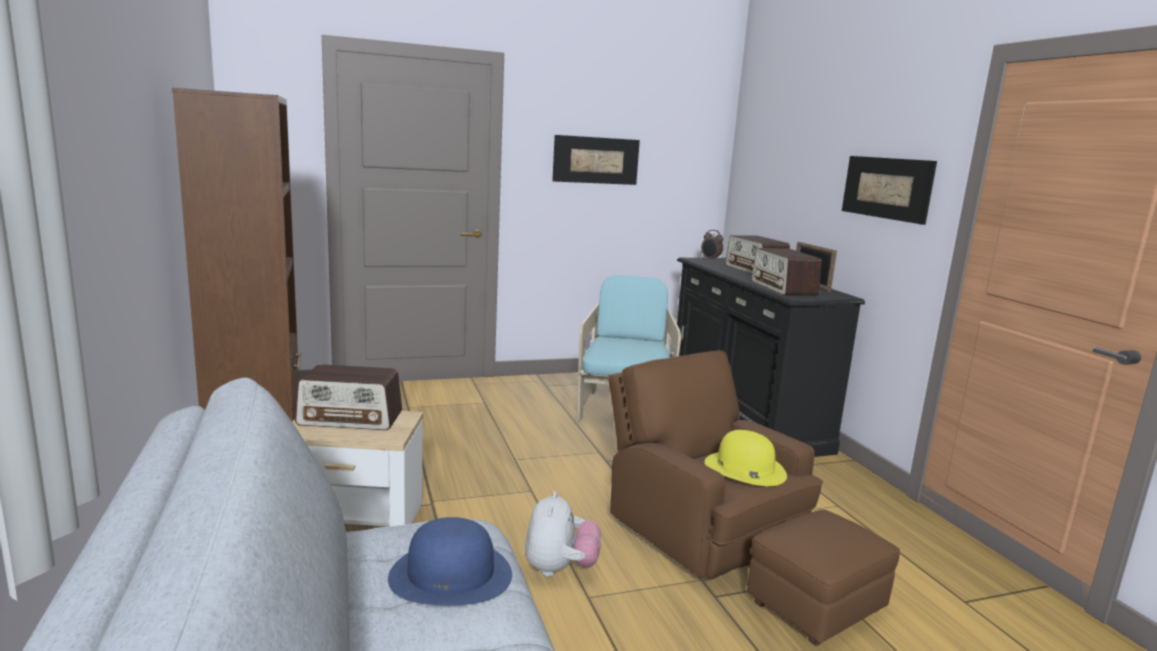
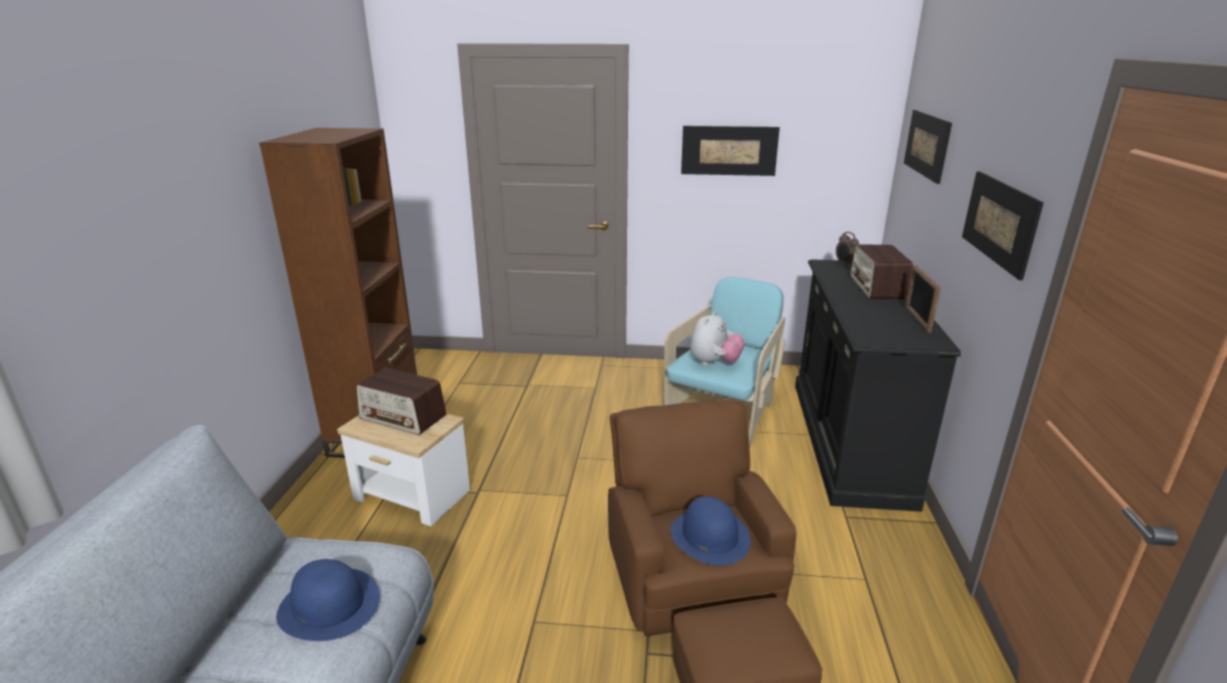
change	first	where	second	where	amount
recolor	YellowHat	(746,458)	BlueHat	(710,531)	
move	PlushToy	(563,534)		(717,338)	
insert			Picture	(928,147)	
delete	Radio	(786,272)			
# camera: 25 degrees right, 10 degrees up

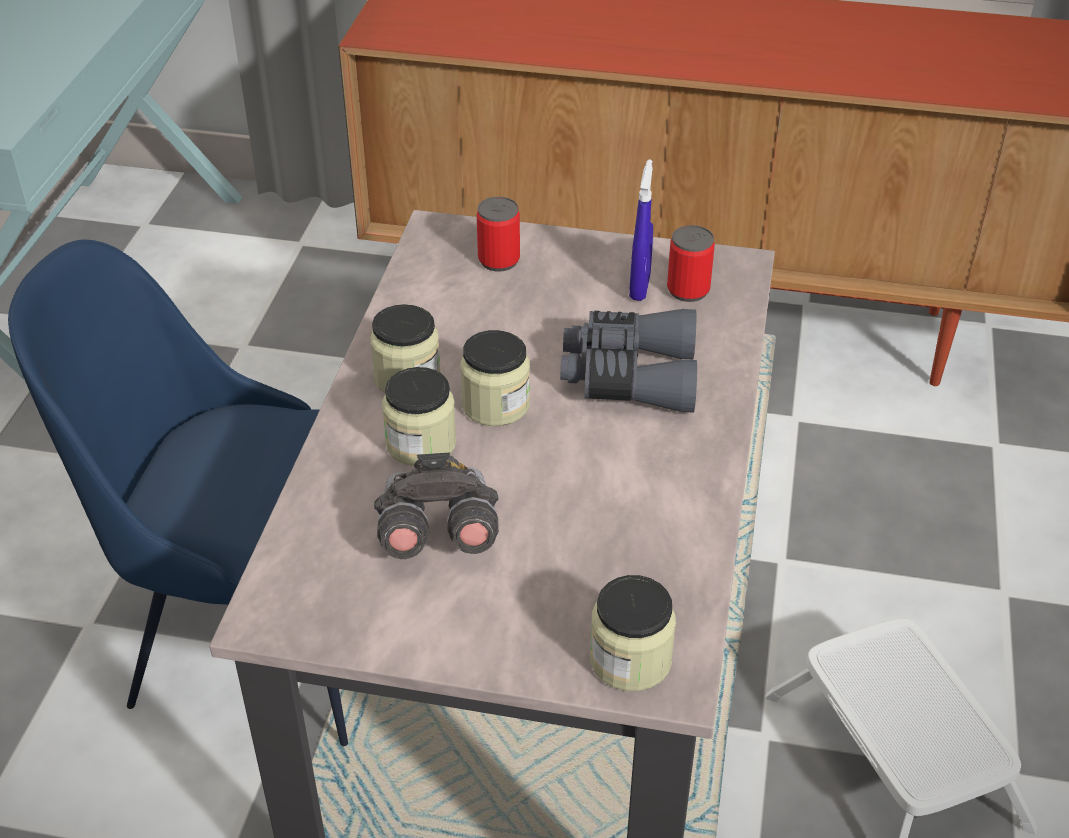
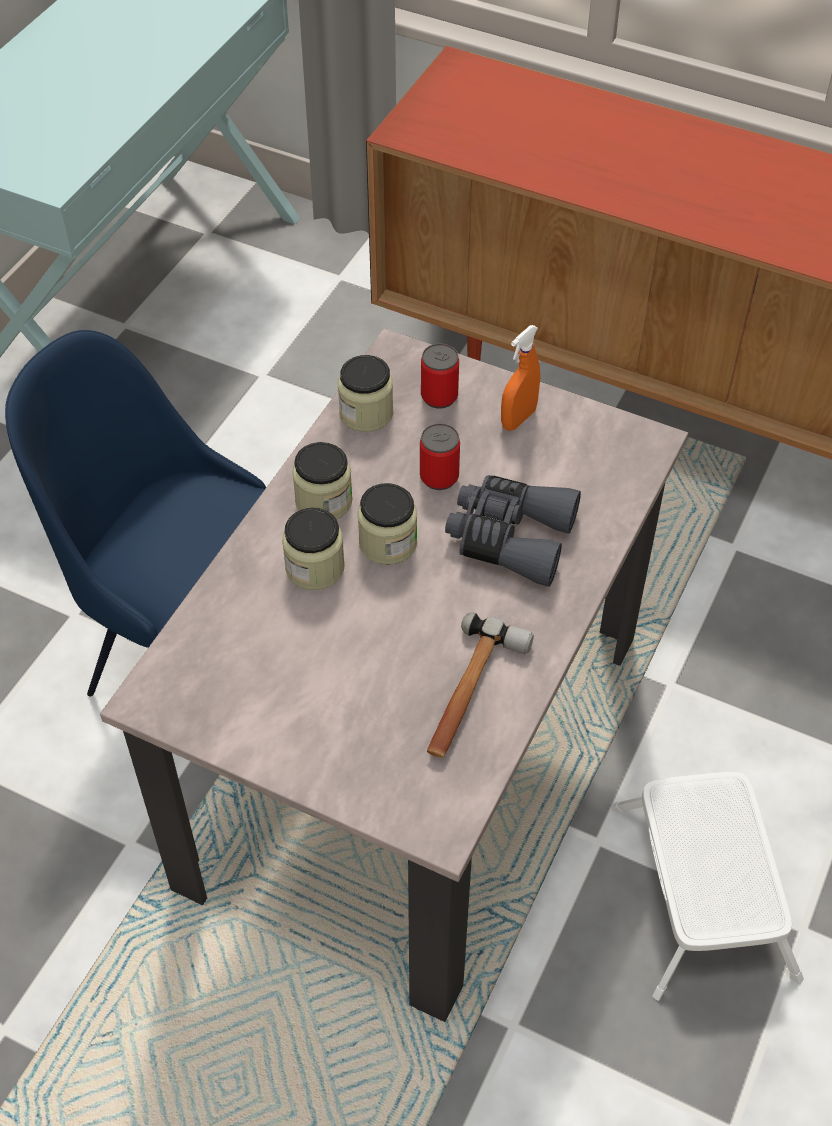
change	first	where	second	where	amount
move	Jar	(633,633)		(365,393)	
move	Can	(691,263)		(440,456)	
insert			Hammer	(480,685)	
insert			OrangeSprayBottle	(520,378)	
delete	GreyBinoculars	(436,506)			
delete	BlueSprayBottle	(641,230)			
# camera: 15 degrees right, 10 degrees up

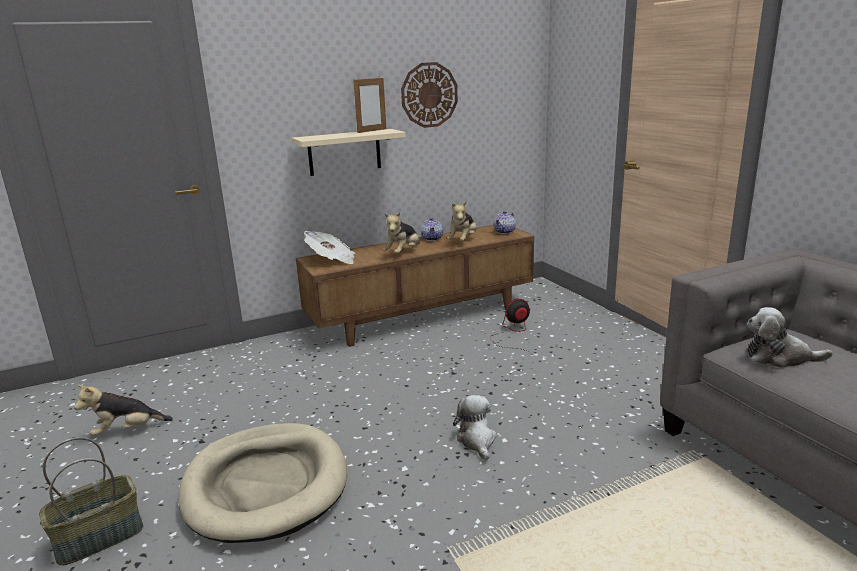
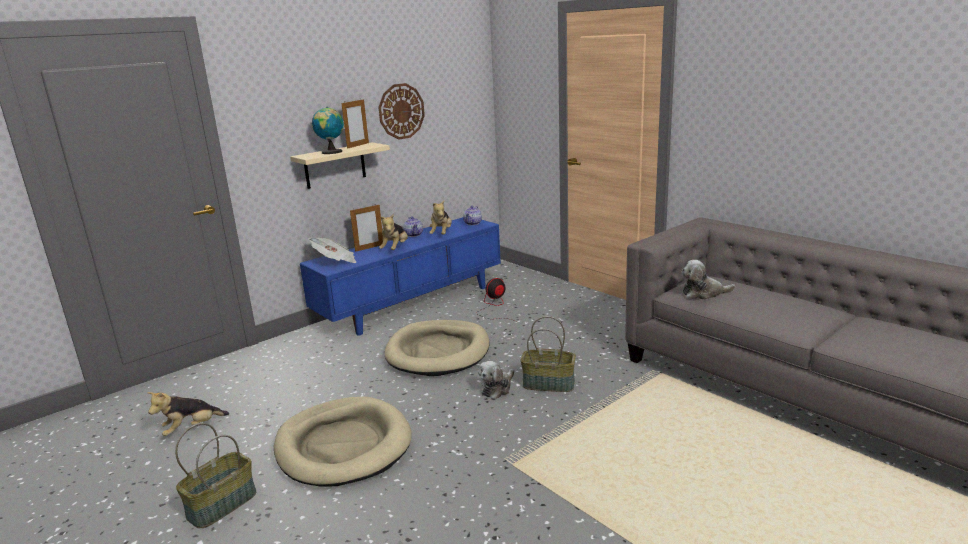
change	first	where	second	where	amount
recolor	BrownTvStand	(415,286)	BlueTvStand	(400,276)	
insert			Globe	(328,130)	
insert			PictureFrame	(366,228)	
insert			BeigeDogBed	(437,348)	
rotate	PlushToy	(475,428)		(496,380)	120 degrees counterclockwise
insert			Basket	(548,354)	
# camera: 15 degrees left, 0 degrees up

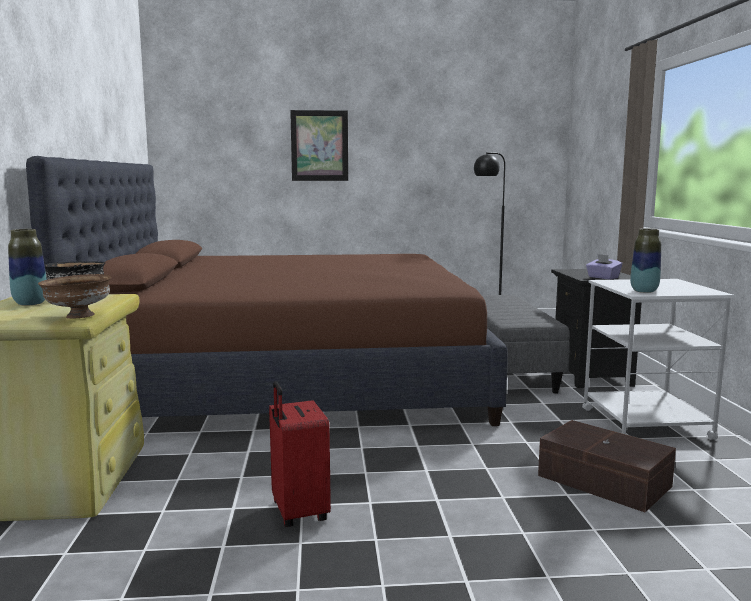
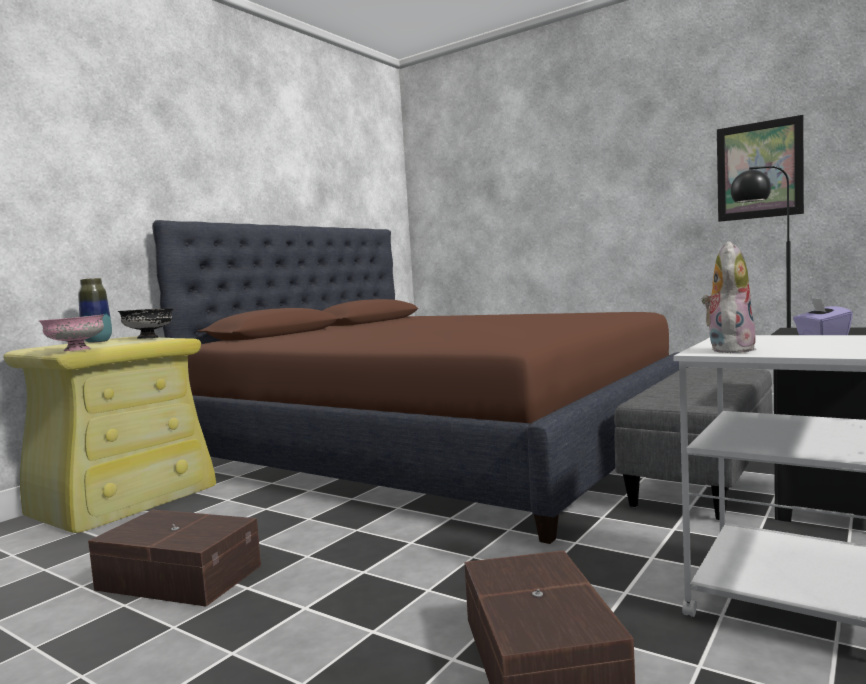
change	first	where	second	where	amount
recolor	BrownBowl	(75,296)	PinkBowl	(71,332)	
replace	RedSuitcase	(300,454)	BrownStorageBox	(174,558)	
replace	Vase	(645,260)	PlushToy	(729,297)	
move	Picture	(319,145)		(760,168)	
# camera: 40 degrees right, 5 degrees down

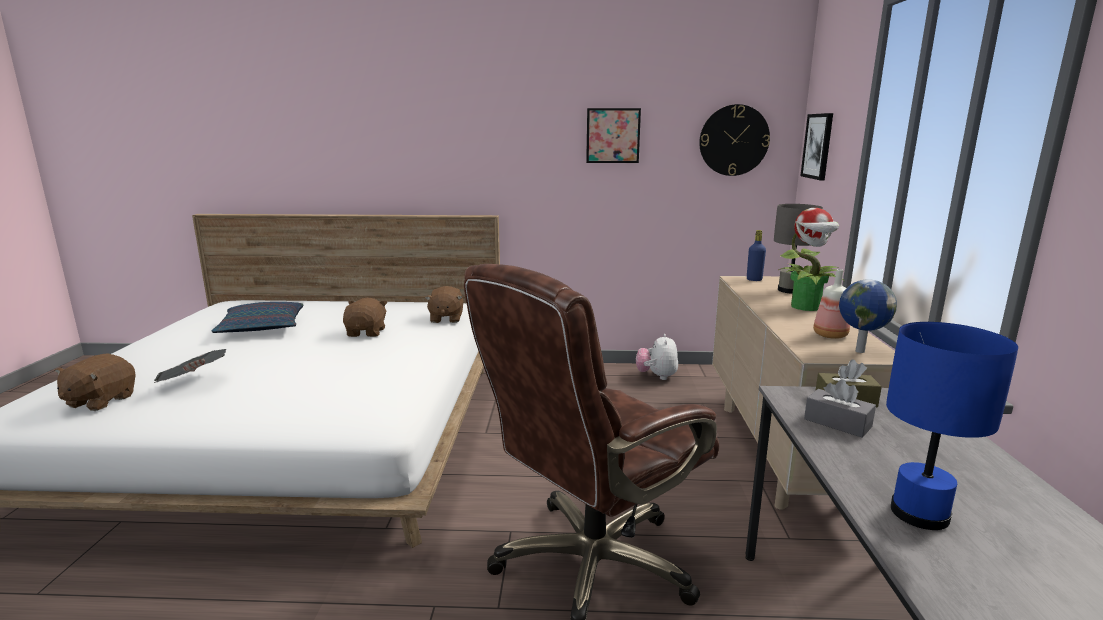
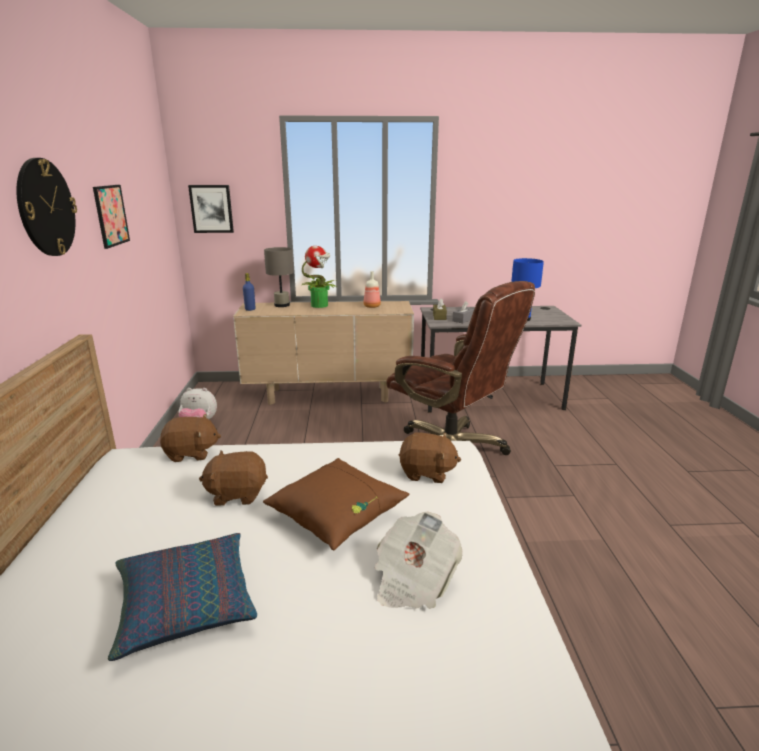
change	first	where	second	where	amount
move	WallClock	(734,140)		(46,207)	
insert			BrownPillow	(336,504)	
move	BrownPlushToy	(95,382)		(430,457)	
delete	Globe	(868,316)			
# camera: 95 degrees left, 5 degrees up

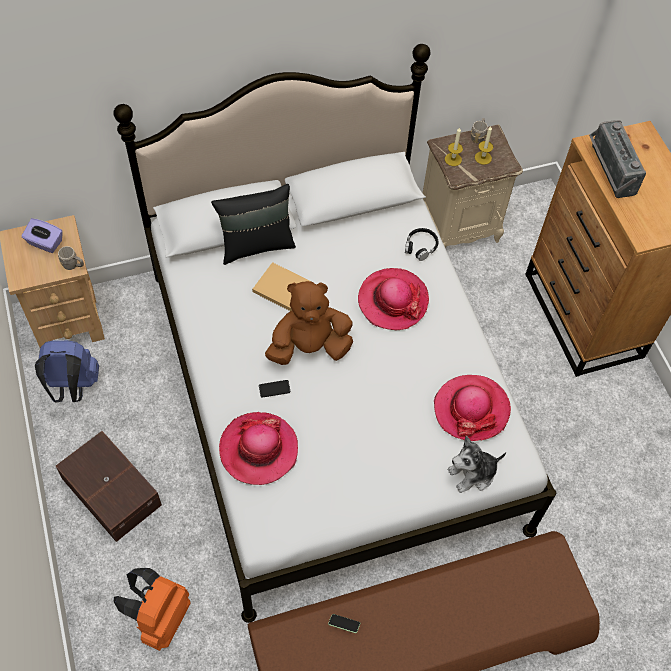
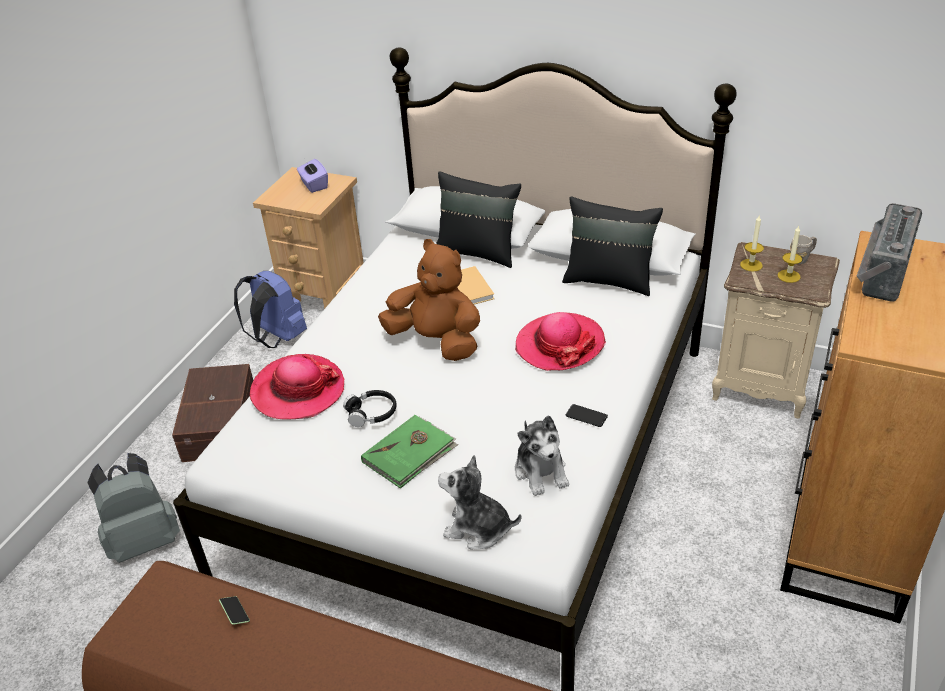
change	first	where	second	where	amount
recolor	OrangeBackpack	(152,609)	GreyBackpack	(133,508)	
move	BlackHeadphones	(422,244)		(370,408)	
insert			GreenBook	(409,452)	
replace	Hat	(472,408)	PlushToy	(542,455)	
insert			BlackPillow	(612,246)	
move	Phone	(274,389)		(587,415)	
delete	GreyMug	(71,258)			
# camera: 45 degrees right, 20 degrees down

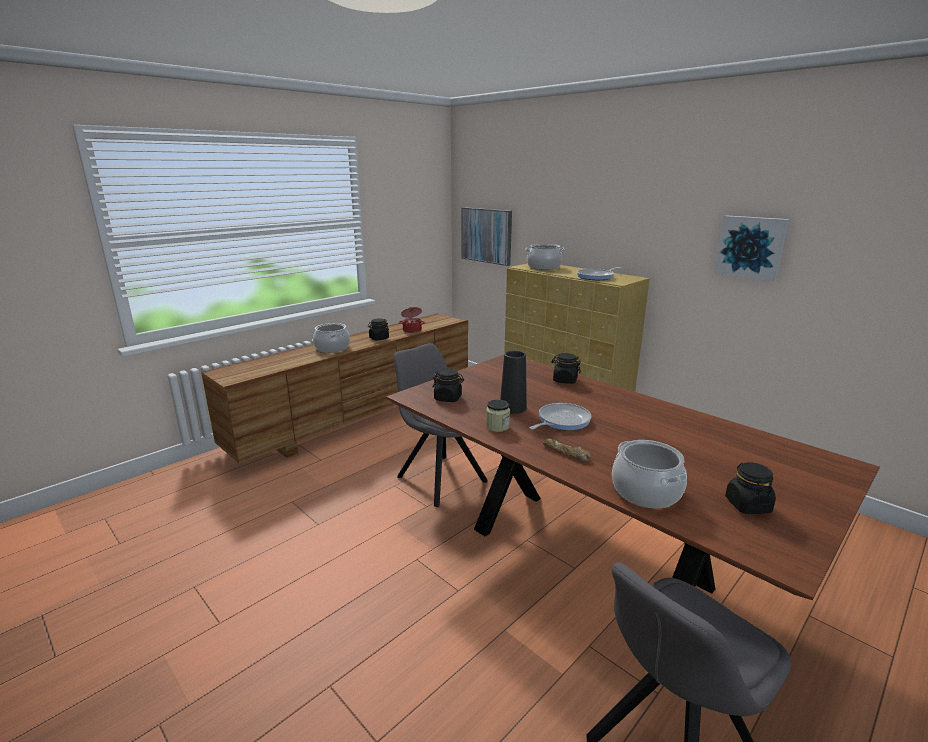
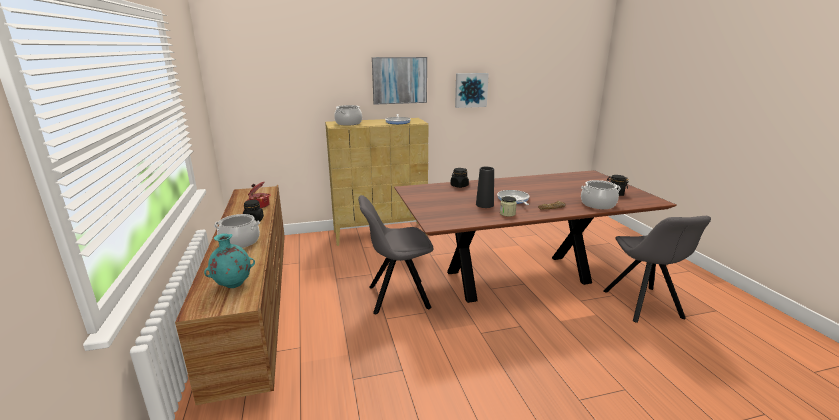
change	first	where	second	where	amount
insert			TurquoiseVase	(229,260)	
move	Picture	(486,236)		(399,81)	
delete	BlackJar	(448,385)			
# camera: 60 degrees left, 0 degrees up

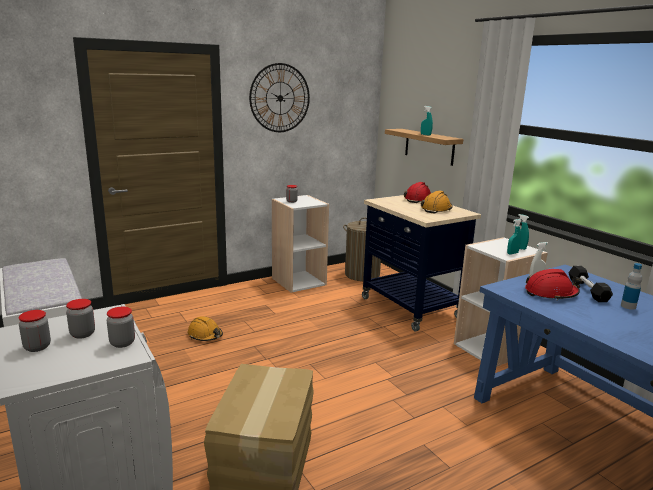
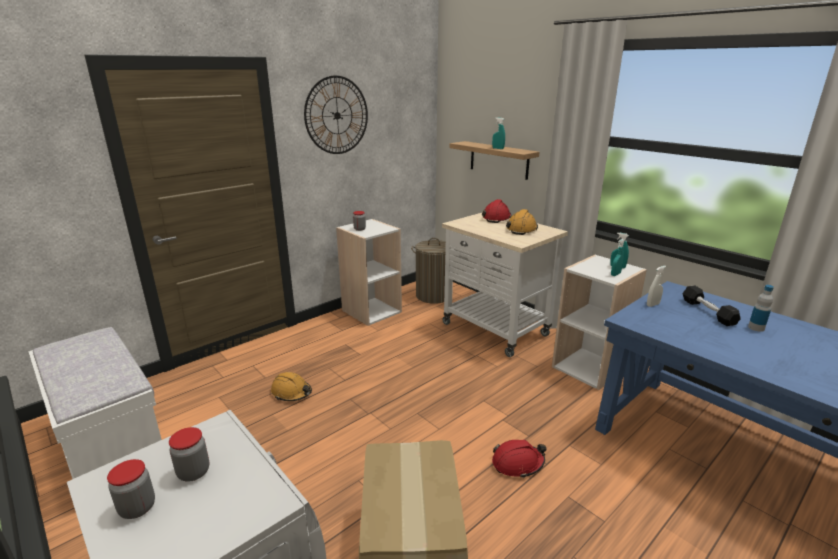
change	first	where	second	where	amount
recolor	BlueCart	(421,263)	WhiteCart	(505,284)	
move	RedHardHat	(553,285)		(519,459)	
delete	Jar	(121,327)			
# camera: 10 degrees left, 5 degrees up

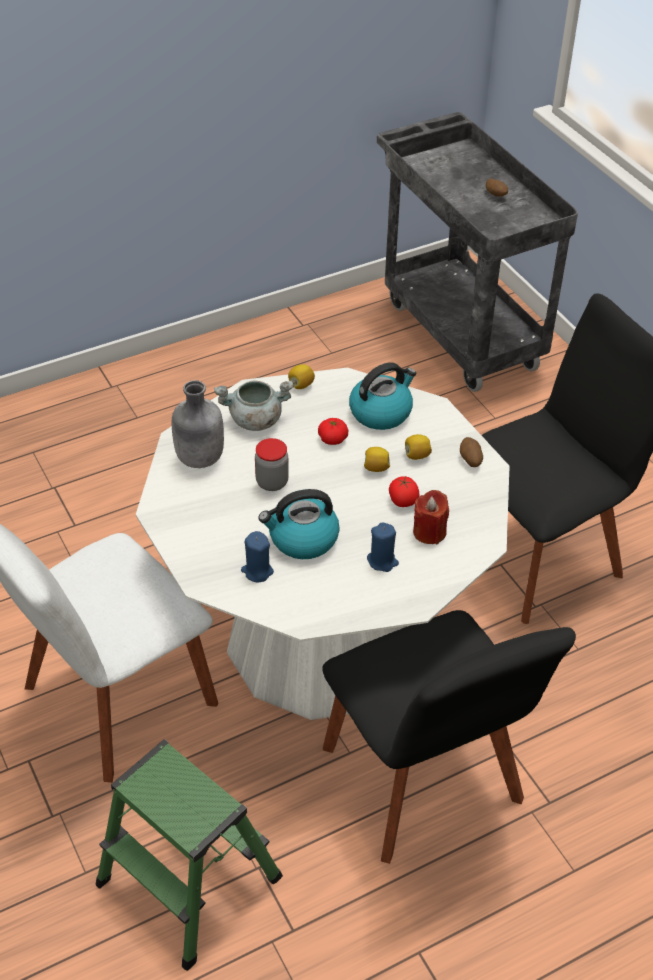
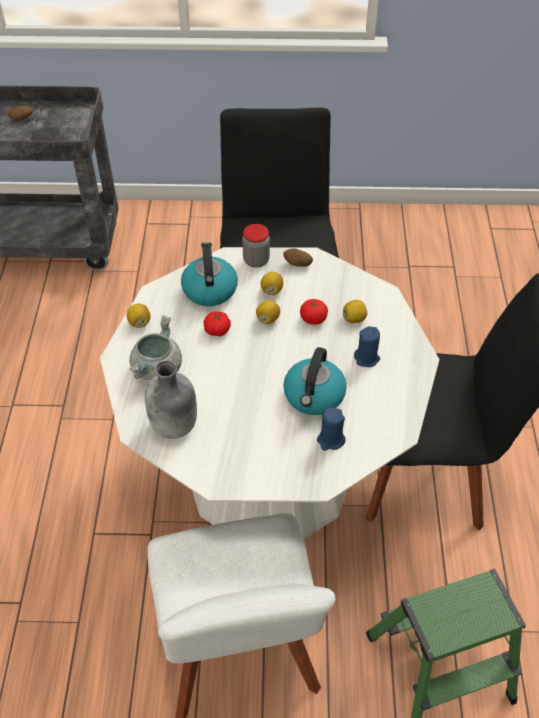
change	first	where	second	where	amount
move	Jar	(272,464)		(256,246)	
replace	RedCandle	(431,517)	Lemon	(355,311)	
# camera: 60 degrees left, 5 degrees up

